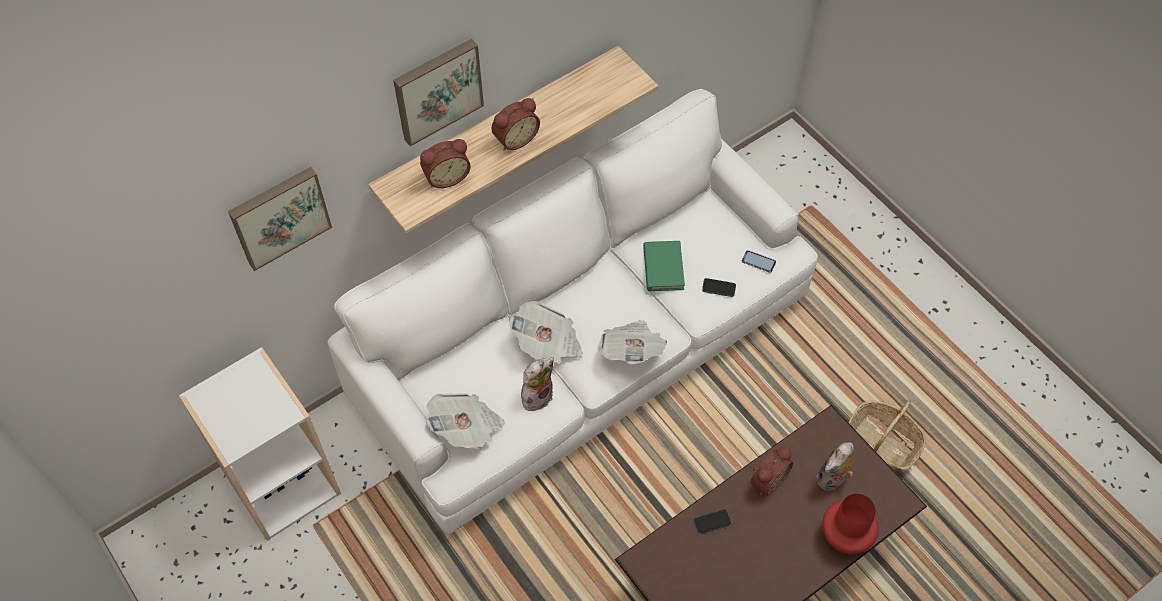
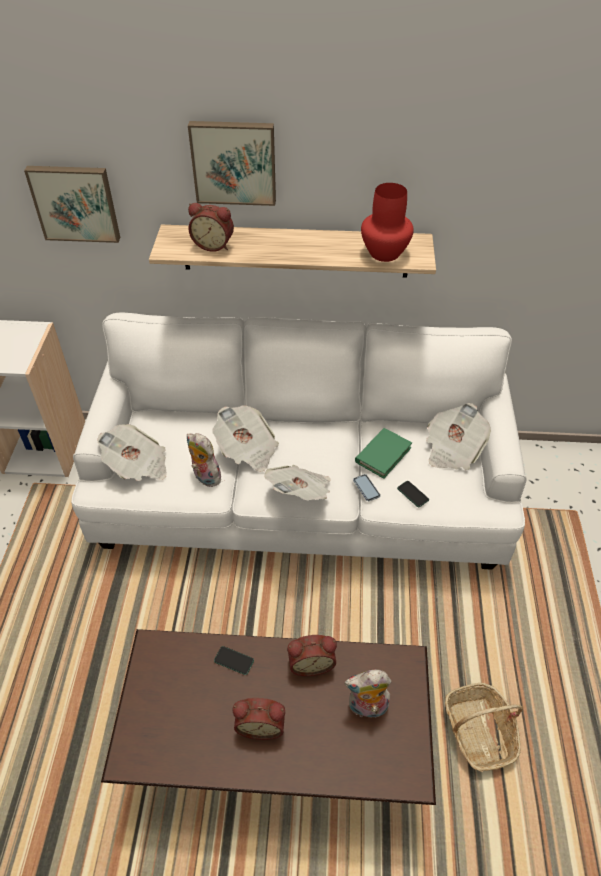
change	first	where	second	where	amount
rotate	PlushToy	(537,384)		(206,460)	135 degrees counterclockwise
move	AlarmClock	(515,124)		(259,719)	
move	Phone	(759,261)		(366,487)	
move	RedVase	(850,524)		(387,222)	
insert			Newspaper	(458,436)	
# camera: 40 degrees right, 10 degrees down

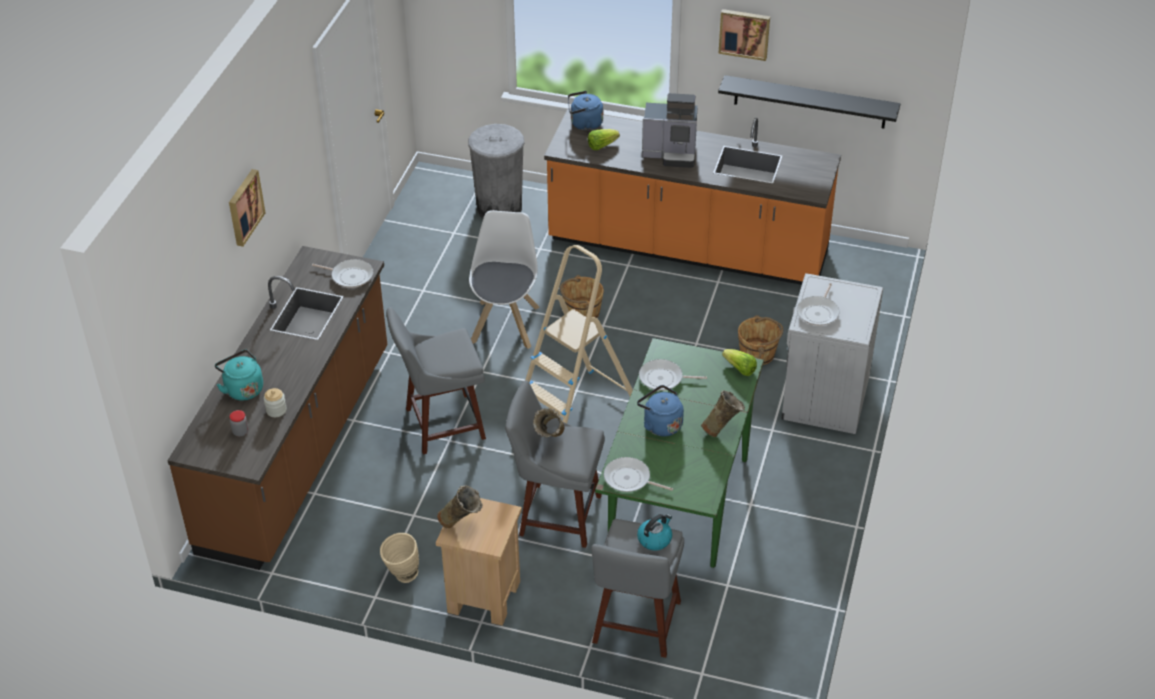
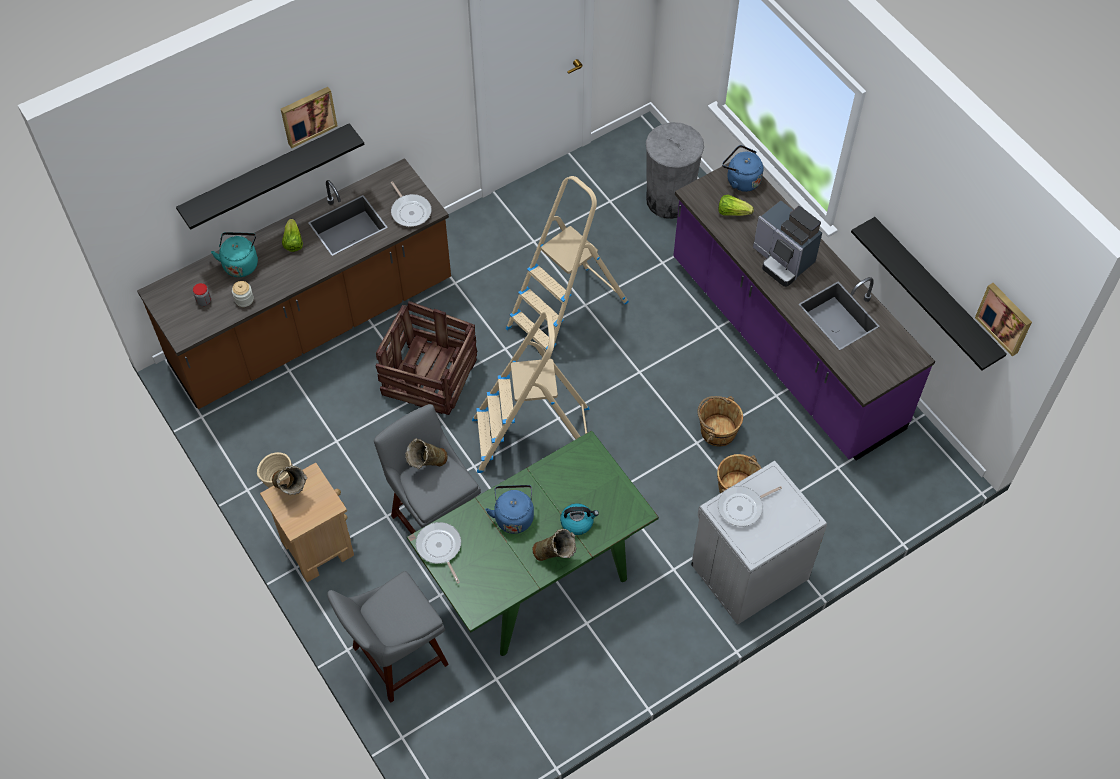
change	first	where	second	where	amount
insert			BlackShelf	(270,176)	
move	Lettuce	(739,362)		(292,235)	
replace	GreyStool	(436,381)	Crate	(426,358)	
replace	Chair	(504,279)	BeigeStepLadder	(567,267)	
move	Kettle	(654,532)		(579,519)	
recolor	OrangeCounter	(692,197)	PurpleCounter	(804,311)	
move	BrownBucket	(582,296)		(720,421)	
move	Picture	(744,35)		(1003,319)	
delete	FryingPan	(673,375)			
# camera: 40 degrees right, 15 degrees up

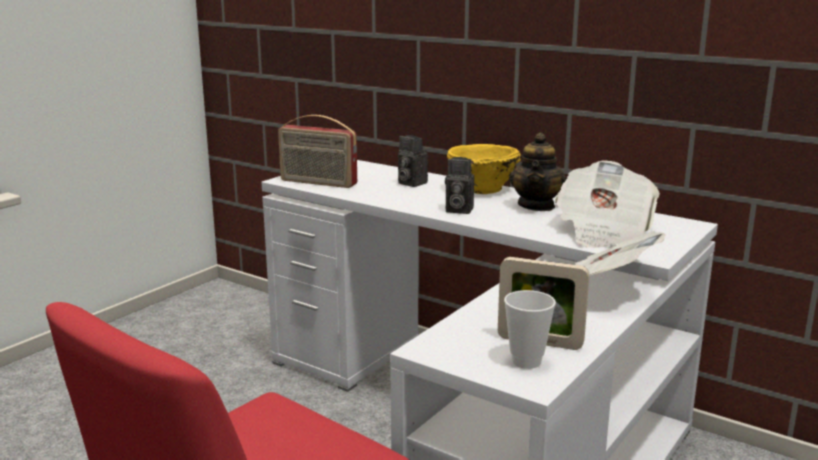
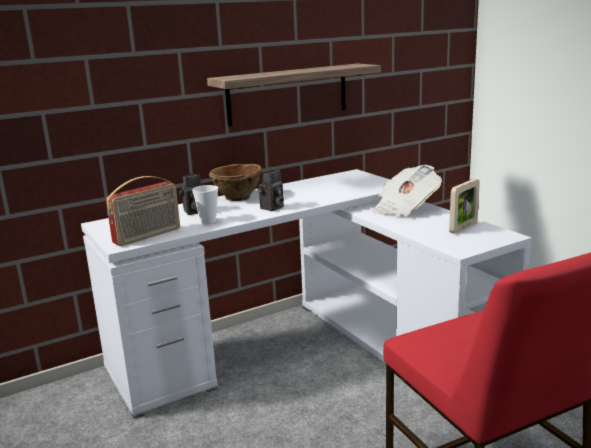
change	first	where	second	where	amount
move	Cup	(530,329)		(205,204)	
insert			Shelf	(294,94)	
recolor	YellowBowl	(484,169)	BrownBowl	(236,182)	
delete	Teapot	(537,172)			
delete	Newspaper	(607,204)			
# camera: 65 degrees left, 0 degrees up

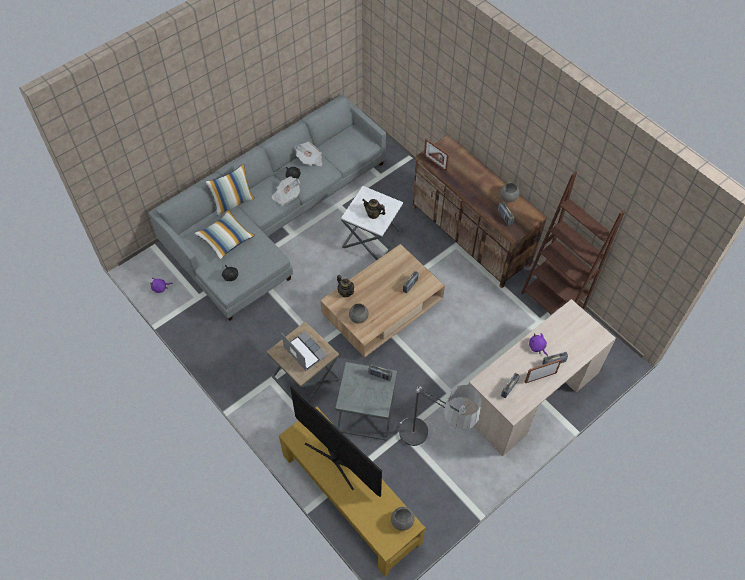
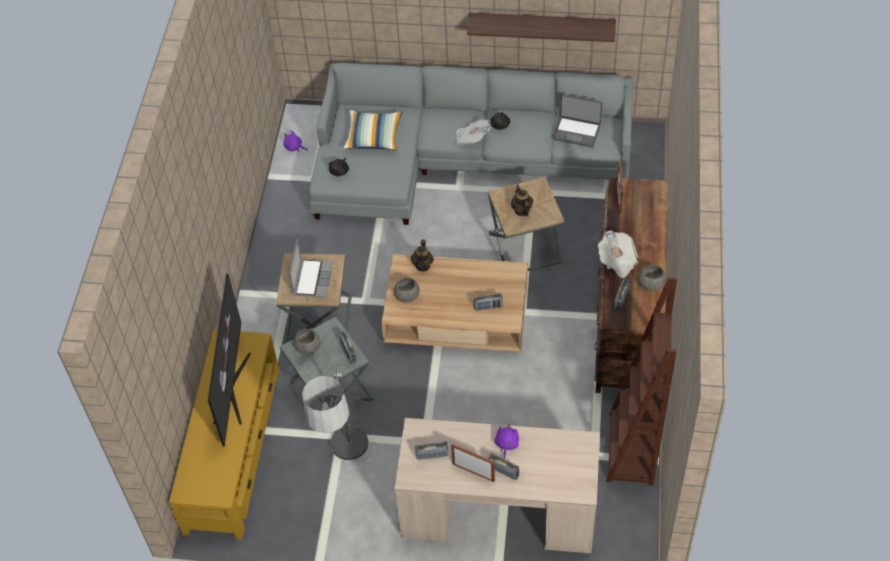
change	first	where	second	where	amount
move	GreyBowl	(403,519)		(307,342)	
insert			Shelf	(541,27)	
recolor	WhiteSideTable	(372,223)	BrownSideTable	(526,224)	
insert			Laptop	(577,120)	
move	Newspaper	(308,153)		(618,254)	
delete	Pillow	(230,190)			
# camera: 50 degrees right, 5 degrees down

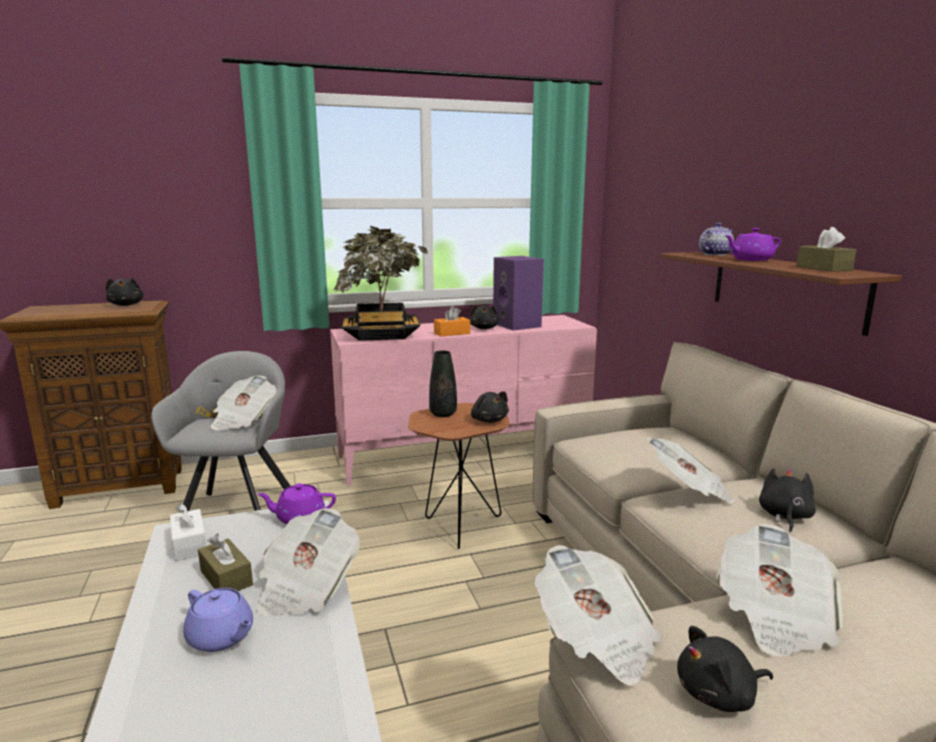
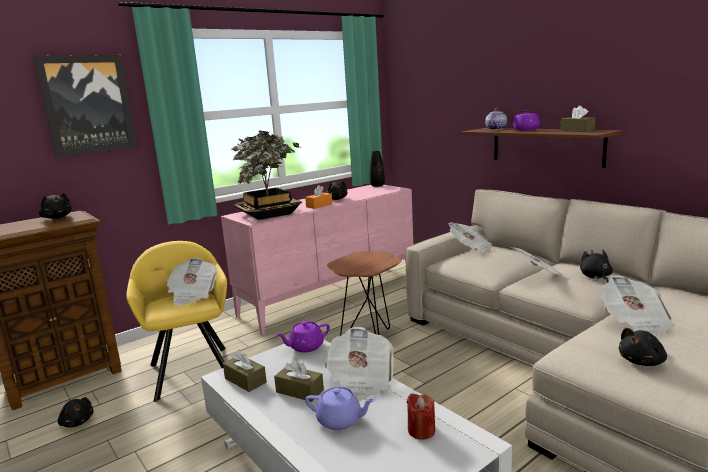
change	first	where	second	where	amount
insert			Picture	(85,106)	
move	BlackPlushToy	(490,407)		(75,412)	
recolor	GreyArmchair	(220,432)	YellowArmchair	(176,321)	
recolor	WhiteTissueBox	(188,532)	BrownTissueBox	(245,371)	
move	BlackVase	(443,384)		(377,169)	
insert			RedCandle	(421,416)	
move	Newspaper	(598,615)		(470,238)	
delete	PurpleSpeaker	(518,293)			
# camera: 20 degrees left, 0 degrees up

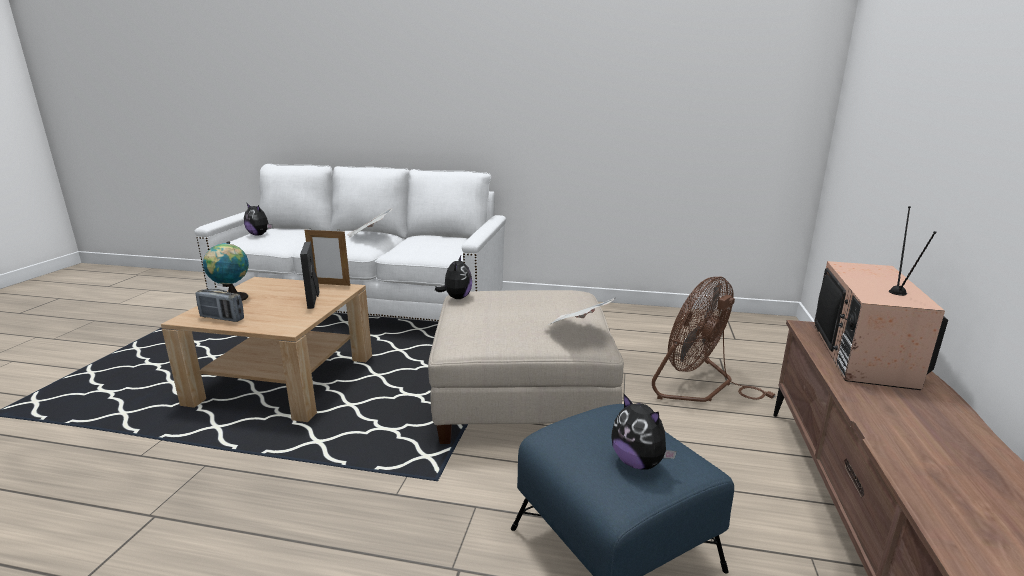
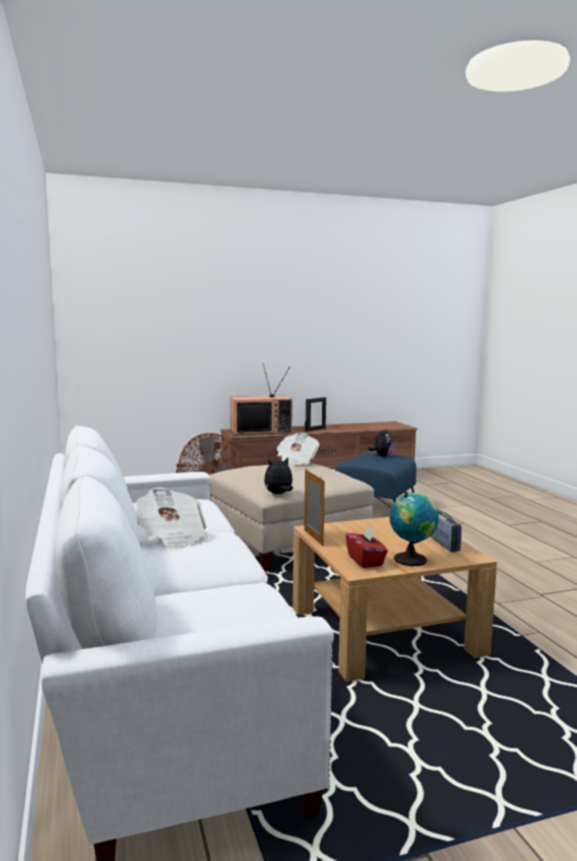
change	first	where	second	where	amount
move	PictureFrame	(310,275)		(315,414)	
insert			RedTissueBox	(367,546)	
delete	PlushToy	(258,219)			
# camera: 120 degrees left, 10 degrees down

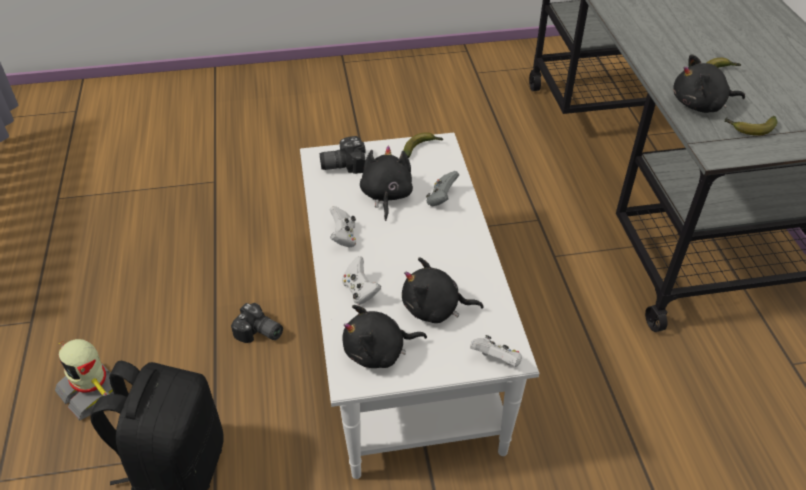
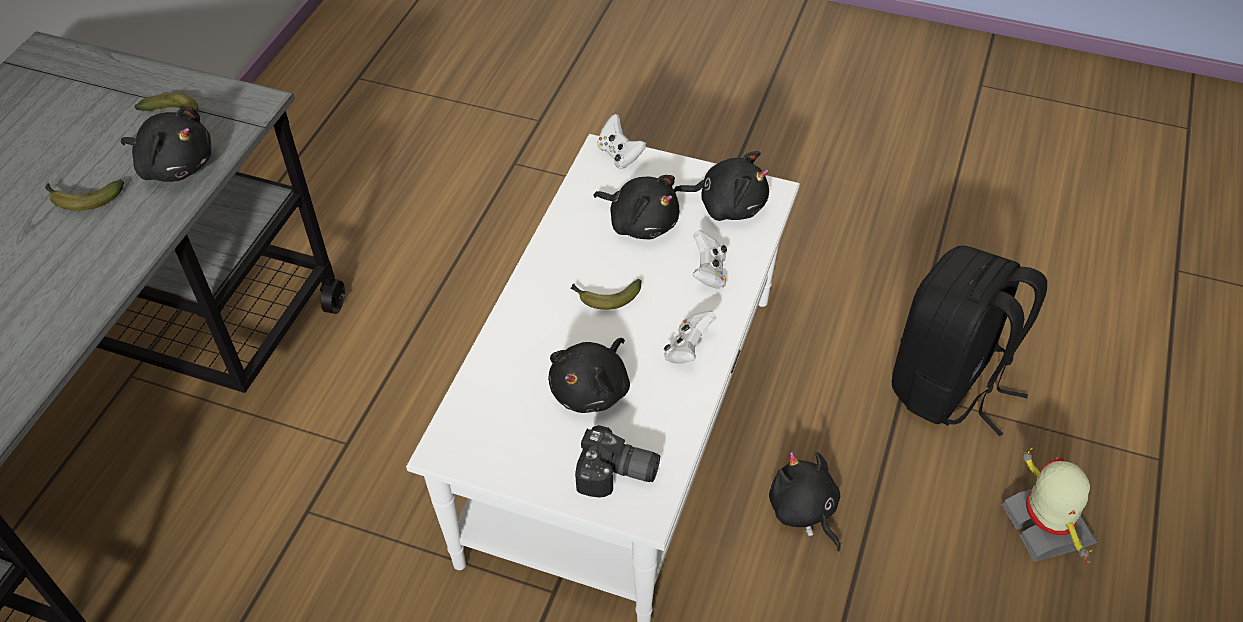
change	first	where	second	where	amount
move	Banana	(424,145)		(606,294)	
replace	PhotoCamera	(257,323)	BlackPlushToy	(805,502)	
delete	GreyGameController	(442,188)			
# camera: 150 degrees left, 5 degrees up

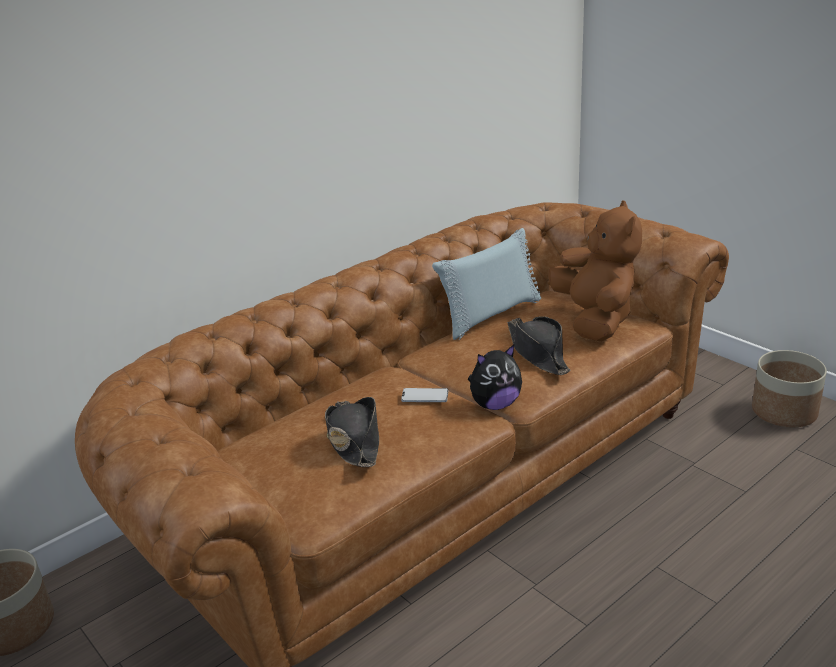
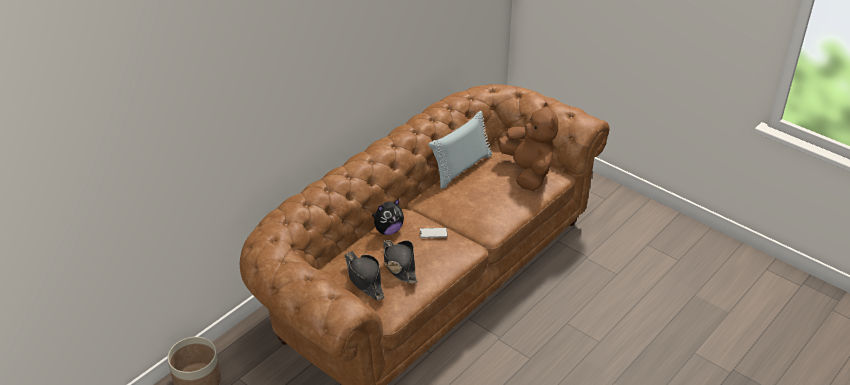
change	first	where	second	where	amount
move	BlackHat	(538,345)		(364,276)	
move	PlushToy	(495,377)		(388,217)	
delete	Planter	(789,388)			
# camera: 10 degrees left, 10 degrees up

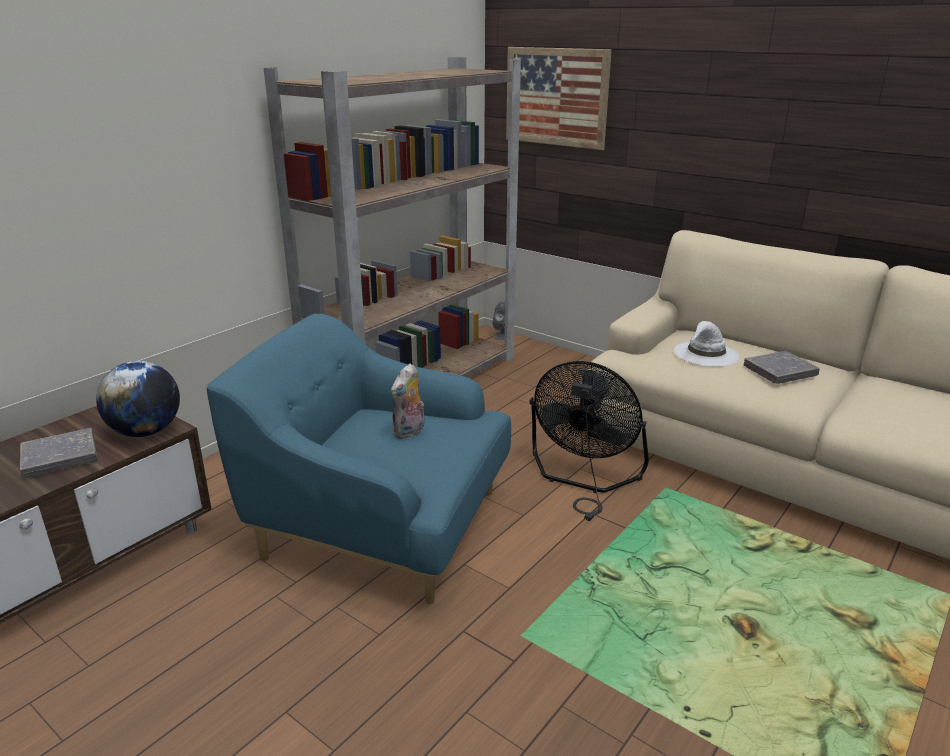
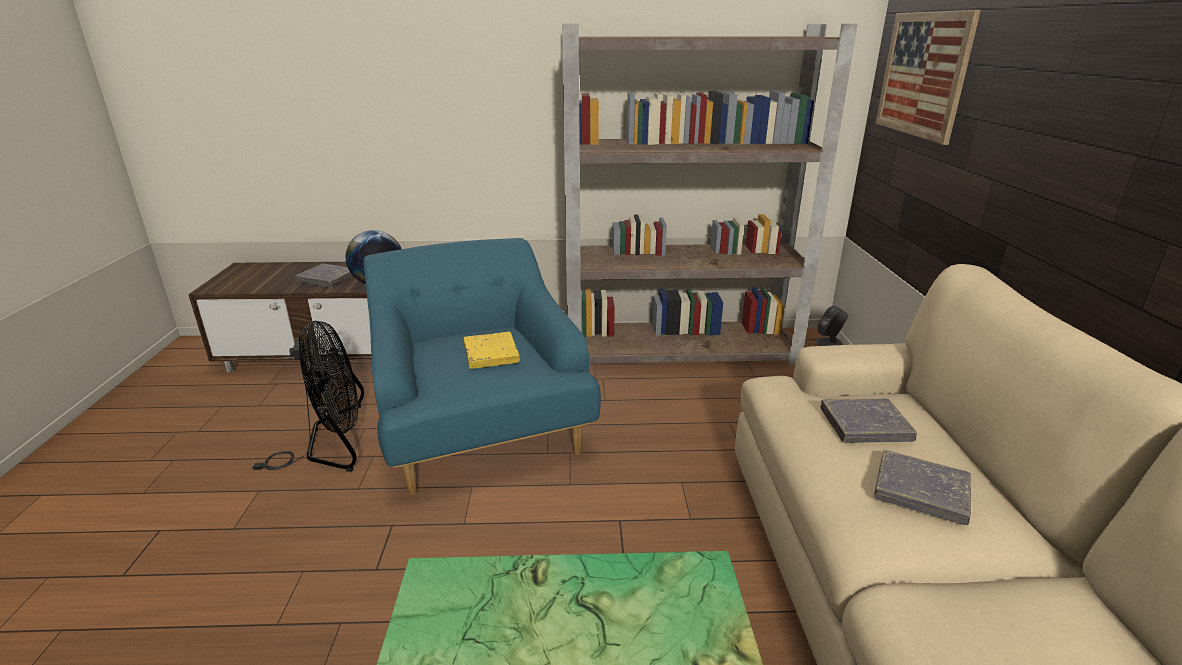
change	first	where	second	where	amount
move	BlackFan	(589,441)		(307,396)	
replace	PlushToy	(408,401)	YellowBook	(492,350)	
replace	WhiteHat	(706,344)	GreyBook	(868,420)	
# camera: 50 degrees right, 0 degrees up

